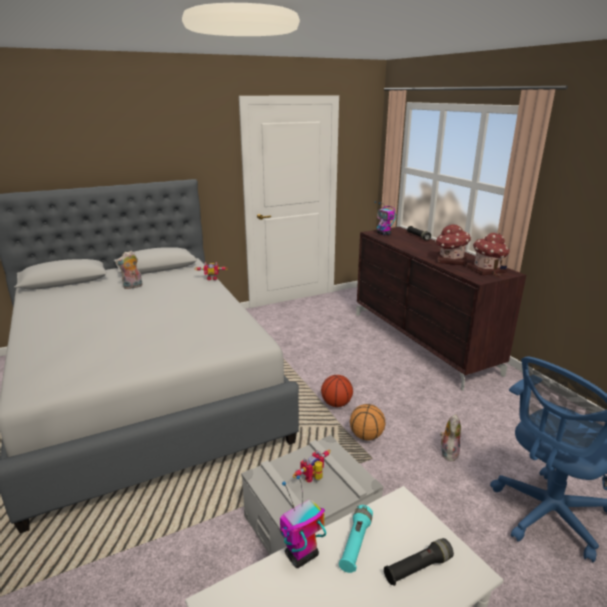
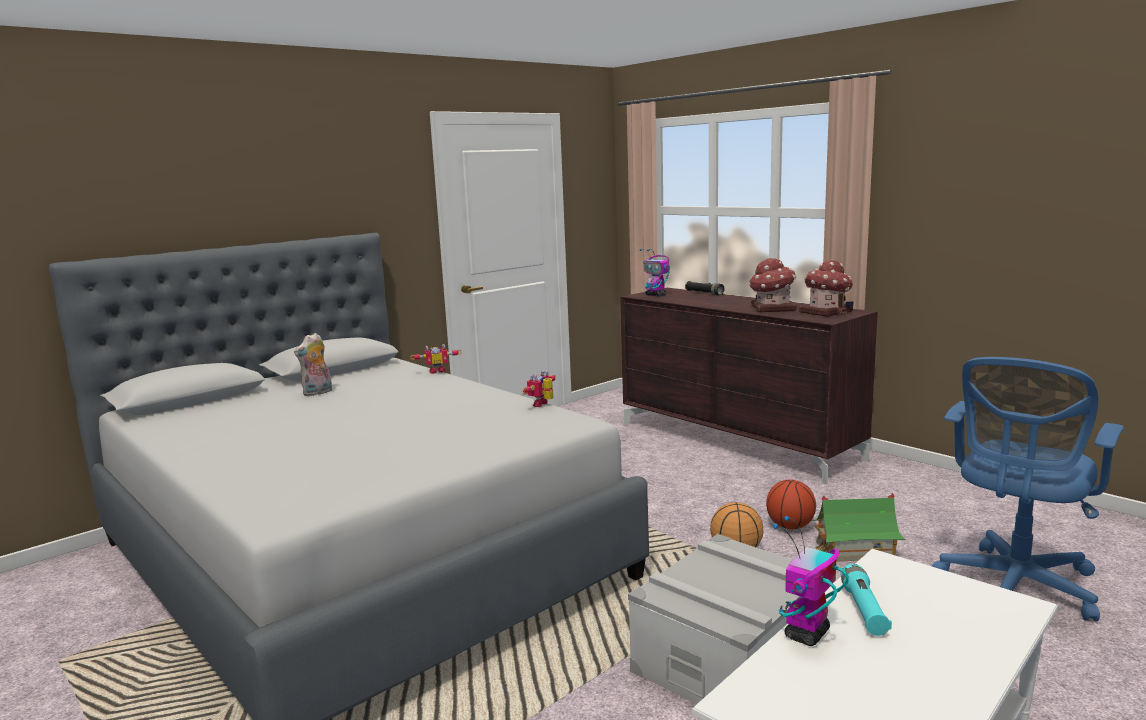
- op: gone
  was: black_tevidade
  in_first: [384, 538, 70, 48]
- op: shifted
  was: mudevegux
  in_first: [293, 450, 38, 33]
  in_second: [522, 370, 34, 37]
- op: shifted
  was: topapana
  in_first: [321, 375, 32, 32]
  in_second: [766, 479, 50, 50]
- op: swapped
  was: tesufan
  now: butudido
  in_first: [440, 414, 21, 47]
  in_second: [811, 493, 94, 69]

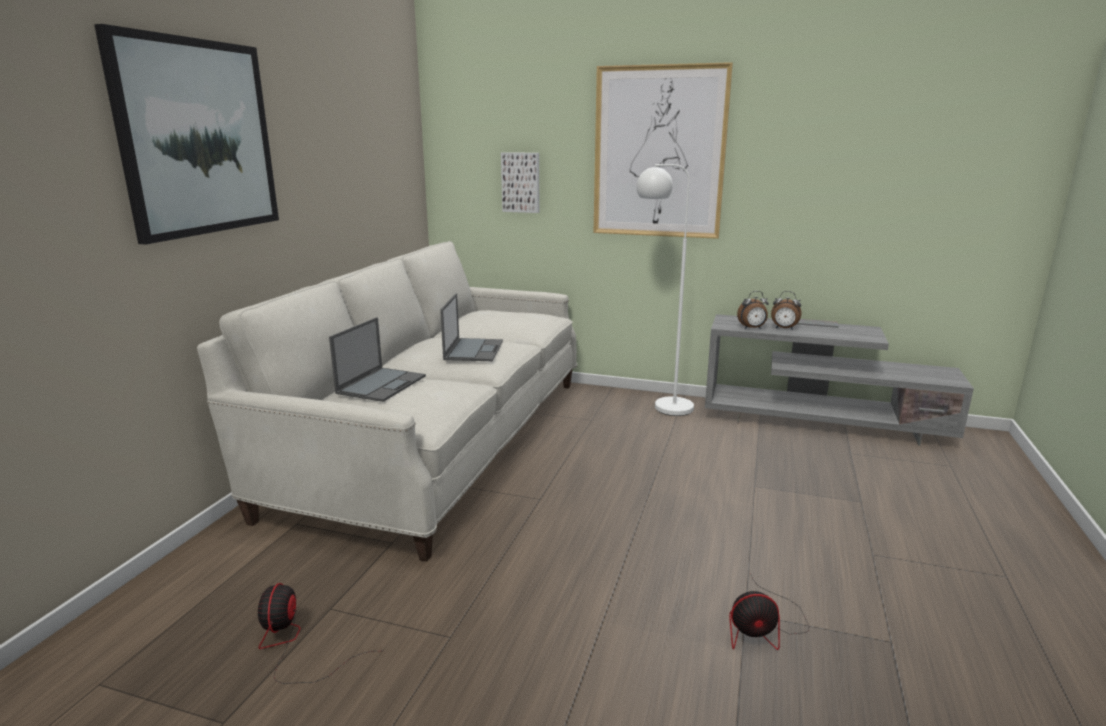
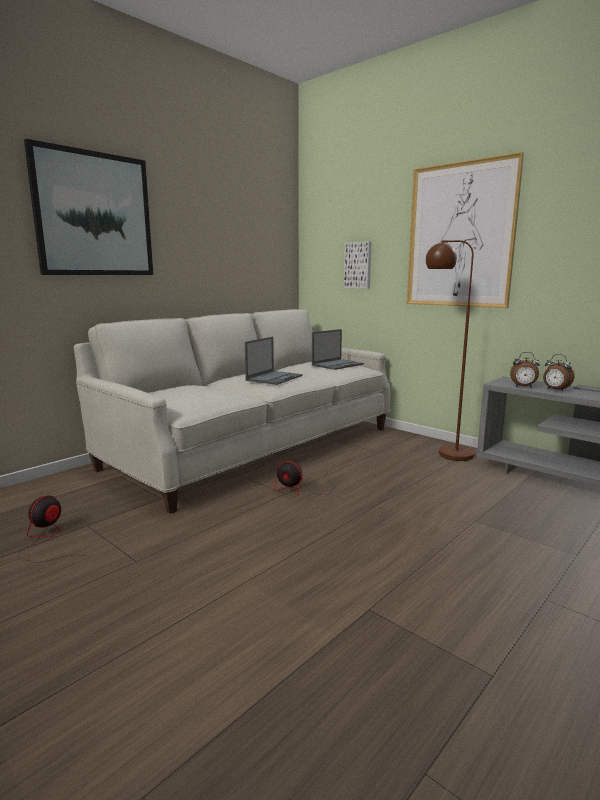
- op: shifted
  was: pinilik
  in_first: [329, 317, 97, 85]
  in_second: [312, 329, 52, 41]
- op: shifted
  was: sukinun
  in_first: [729, 575, 80, 75]
  in_second: [274, 461, 61, 35]
- op: repainted
  was: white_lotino
  now: brown_lotino
  in_first: [637, 164, 57, 252]
  in_second: [426, 240, 48, 221]

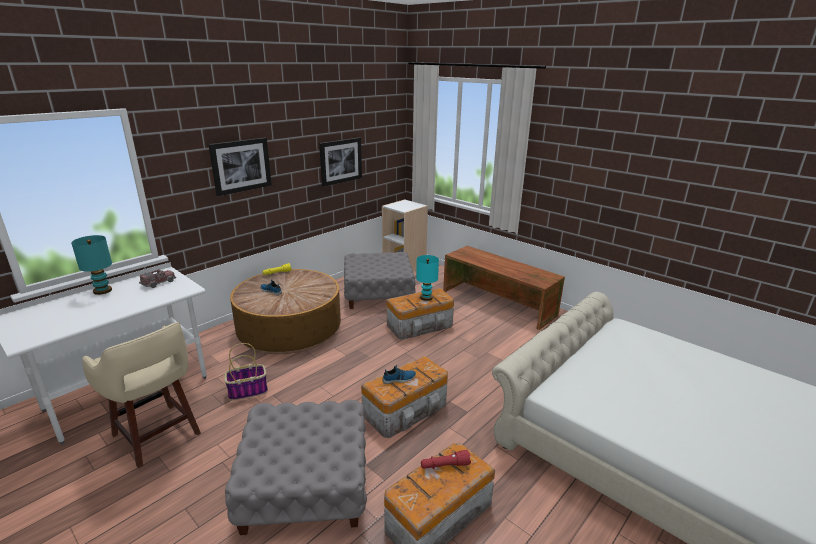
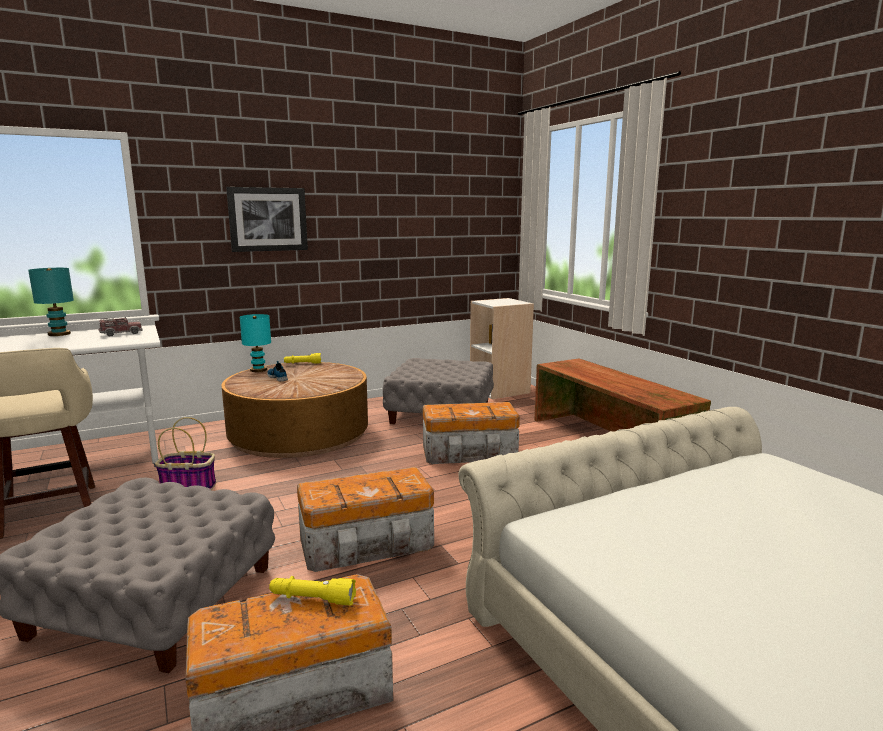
- op: gone
  was: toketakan
  in_first: [319, 137, 43, 50]
- op: gone
  was: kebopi
  in_first: [382, 366, 34, 18]
- op: shifted
  was: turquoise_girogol
  in_first: [416, 255, 23, 46]
  in_second: [240, 314, 31, 58]
- op: repainted
  was: red_tevidade
  now: yellow_tevidade
  in_first: [421, 450, 50, 19]
  in_second: [269, 576, 87, 30]

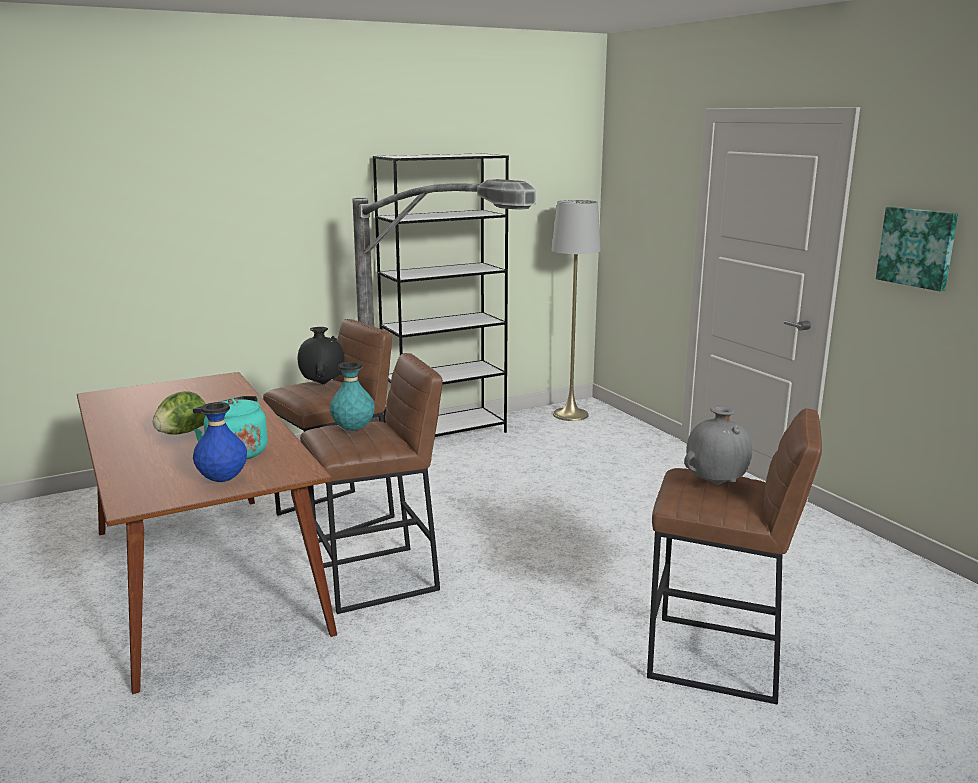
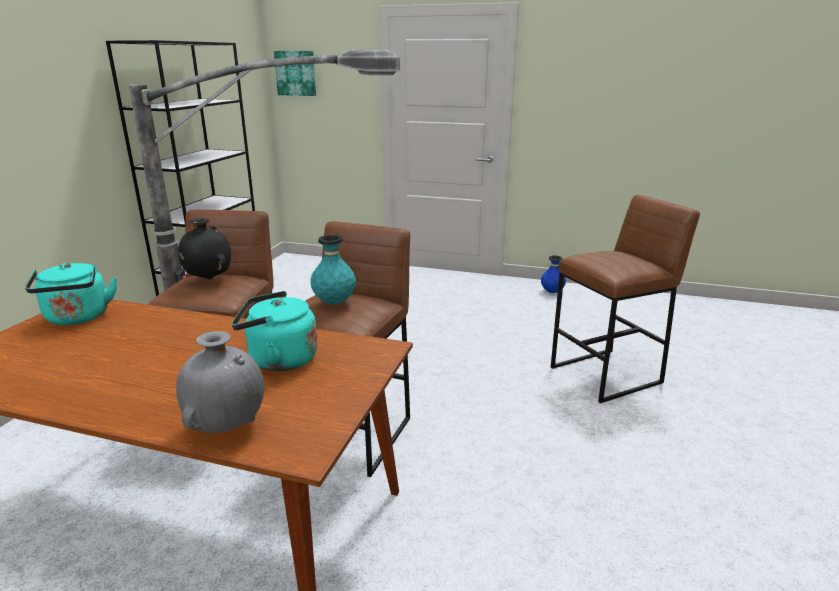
- op: gone
  was: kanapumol
  in_first: [153, 391, 53, 44]
- op: gone
  was: grey_lotino
  in_first: [552, 200, 49, 221]
- op: new
  now: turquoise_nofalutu
  in_second: [25, 263, 92, 62]
- op: shifted
  was: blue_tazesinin
  in_first: [193, 402, 54, 80]
  in_second: [541, 255, 25, 38]
- op: shifted
  was: grey_tazesinin
  in_first: [684, 406, 68, 79]
  in_second: [176, 331, 88, 102]
- op: shifted
  was: toketakan
  in_first: [876, 207, 82, 84]
  in_second: [274, 51, 42, 45]

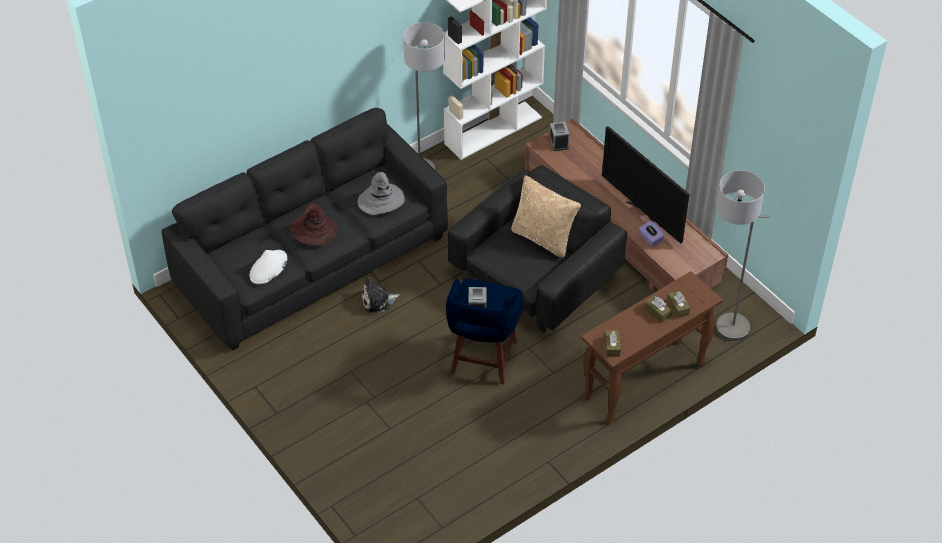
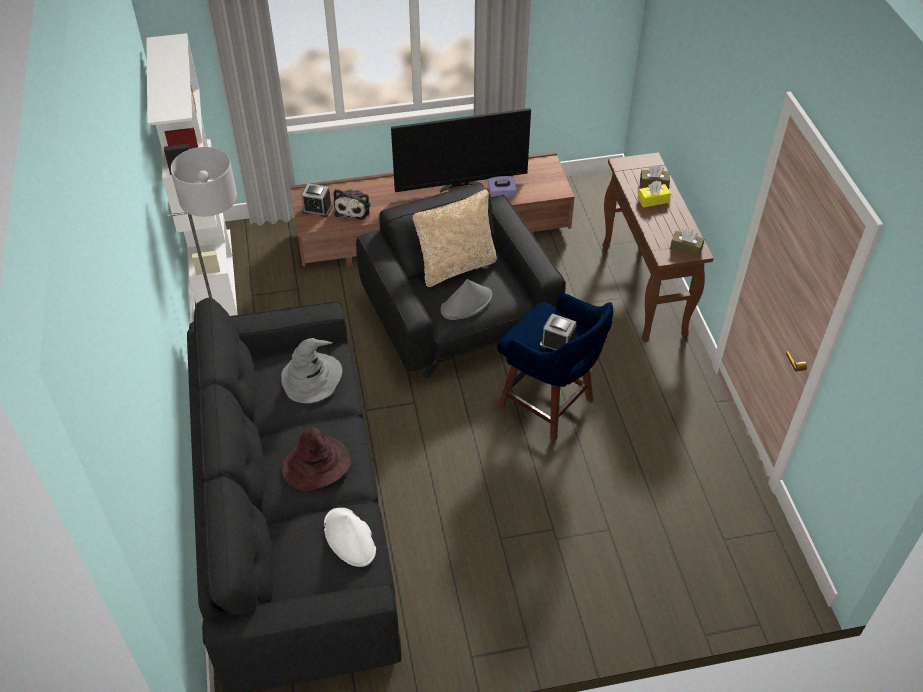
- op: gone
  was: grey_lotino
  in_first: [716, 170, 54, 171]
- op: new
  now: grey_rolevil
  in_second: [441, 279, 52, 41]
- op: shifted
  was: tesufan
  in_first: [361, 277, 39, 37]
  in_second: [333, 189, 38, 31]
- op: repainted
  was: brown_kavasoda
  now: yellow_kavasoda
  in_first: [644, 295, 28, 28]
  in_second: [638, 181, 33, 27]

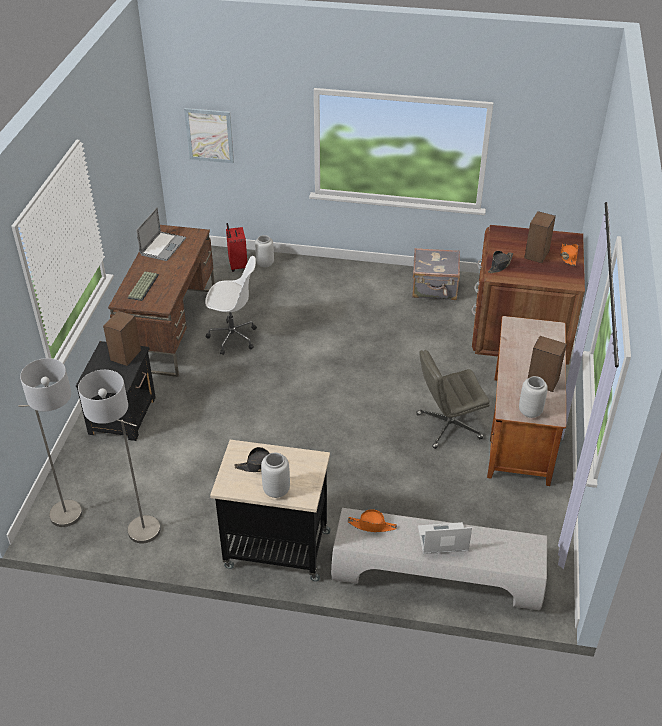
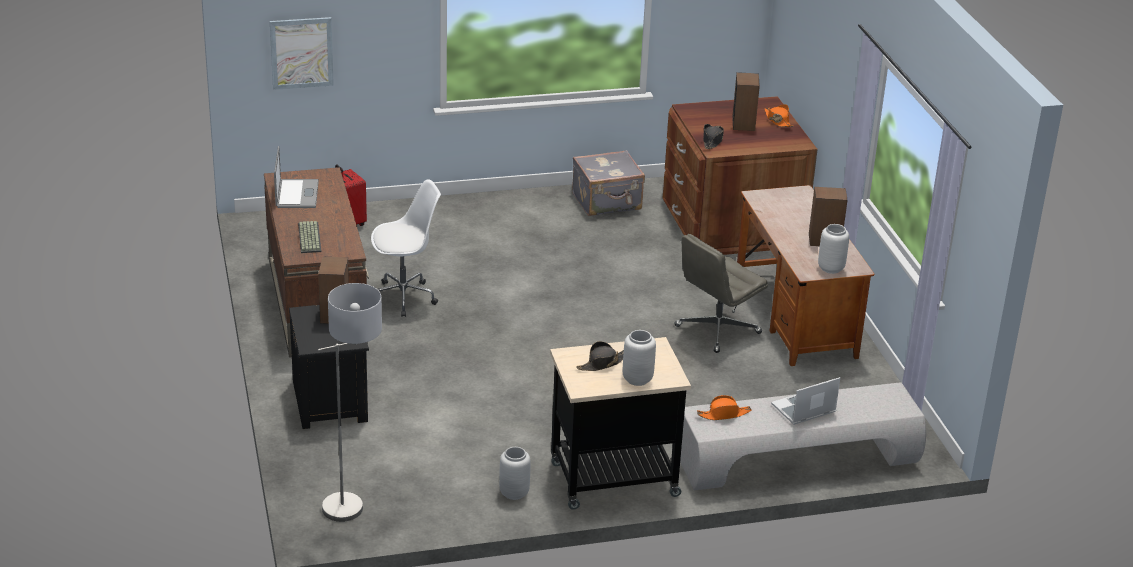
- op: gone
  was: grey_lotino
  in_first: [78, 370, 83, 174]
- op: shifted
  was: grey_tazesinin
  in_first: [255, 235, 19, 32]
  in_second: [499, 447, 32, 53]

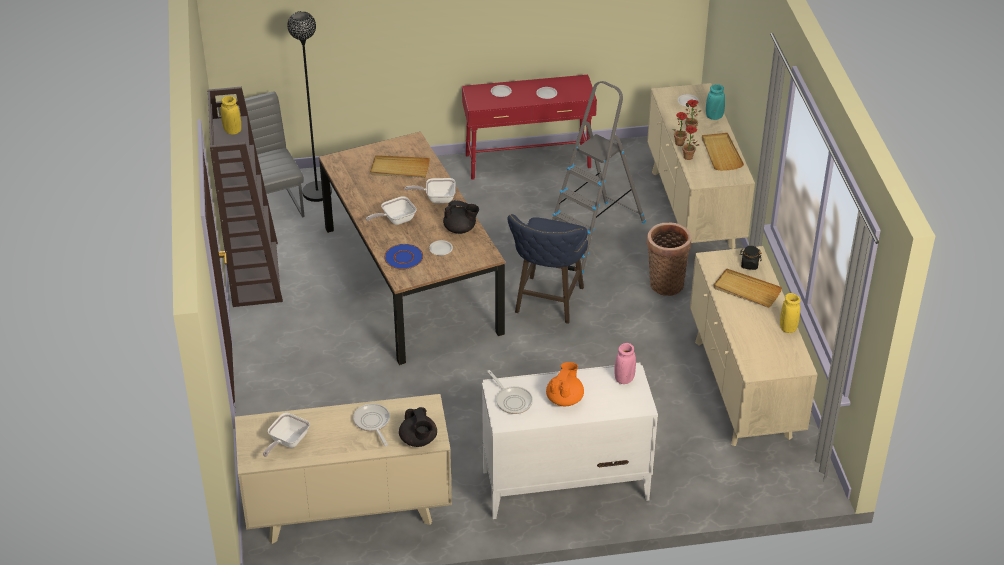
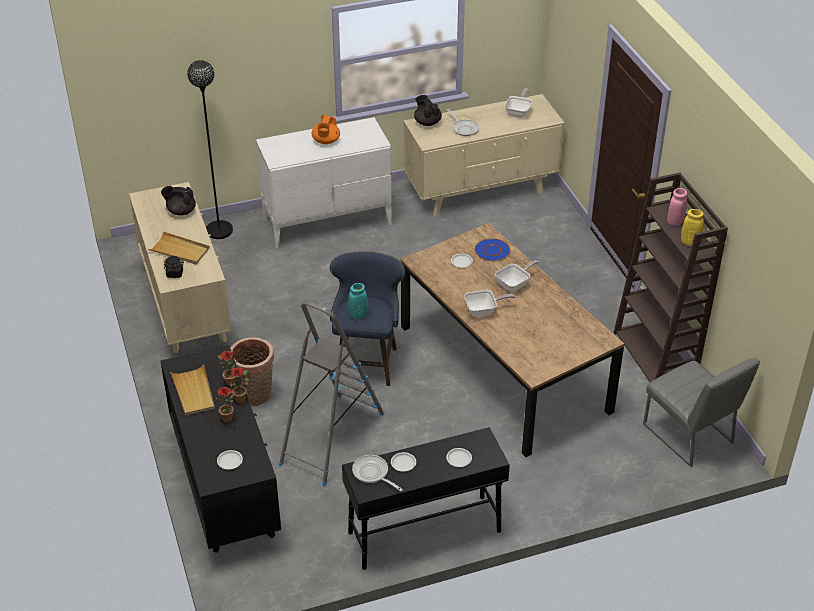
- op: gone
  was: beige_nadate
  in_first: [370, 155, 60, 23]
- op: gone
  was: yellow_tazesinin
  in_first: [780, 293, 21, 40]
- op: shifted
  was: black_lotino
  in_first: [287, 11, 45, 191]
  in_second: [187, 60, 46, 179]
- op: shifted
  was: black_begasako
  in_first: [443, 200, 36, 34]
  in_second: [161, 186, 35, 30]
- op: shifted
  was: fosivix
  in_first: [487, 370, 46, 44]
  in_second: [352, 455, 51, 36]
- op: shifted
  was: pink_tazesinin
  in_first: [614, 343, 22, 41]
  in_second: [667, 188, 20, 38]
- op: shifted
  was: turquoise_tazesinin
  in_first: [706, 84, 19, 36]
  in_second: [348, 283, 20, 36]
- op: repainted
  was: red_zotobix
  now: black_zotobix
  in_first: [462, 75, 135, 105]
  in_second: [342, 427, 168, 143]
- op: repainted
  was: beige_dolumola
  now: black_dolumola
  in_first: [647, 83, 108, 166]
  in_second: [160, 345, 121, 208]

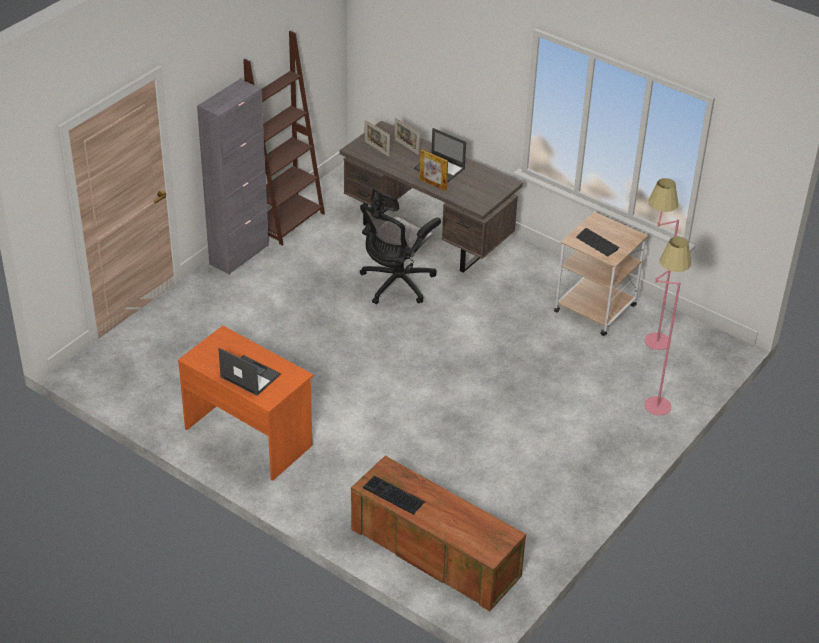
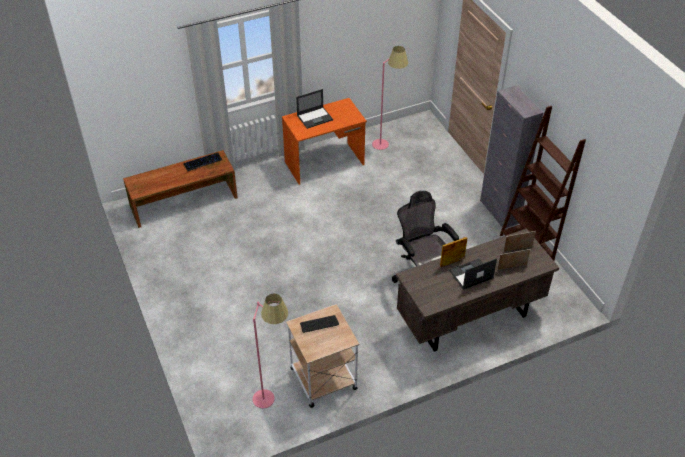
- op: shifted
  was: pink_lotino
  in_first: [644, 236, 47, 179]
  in_second: [372, 46, 36, 104]

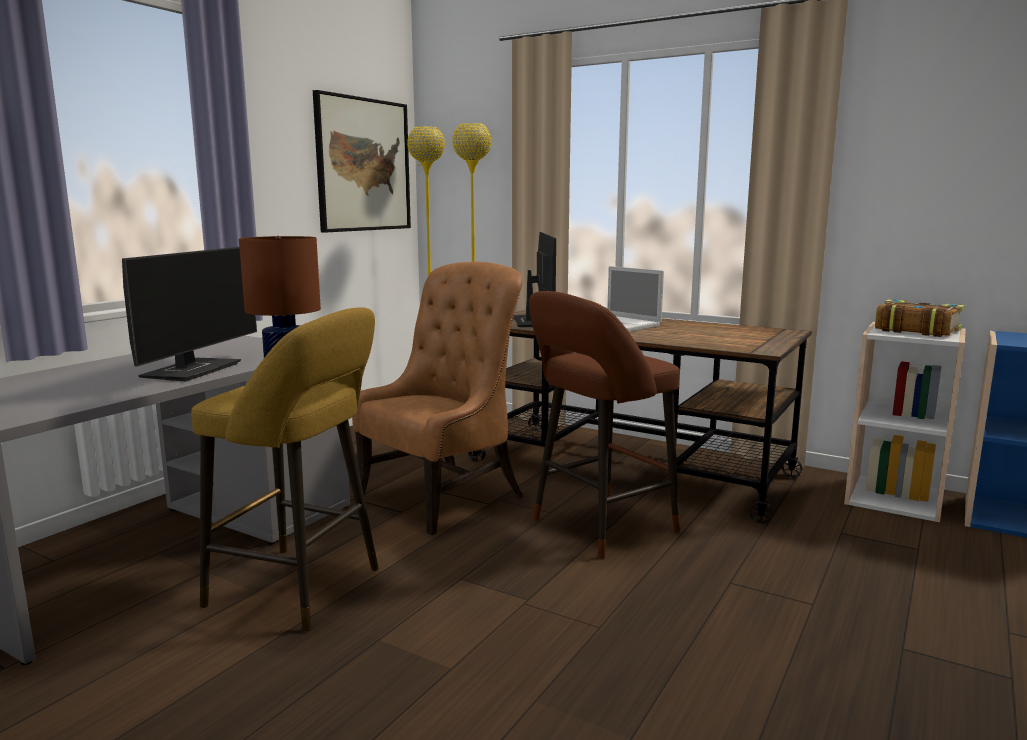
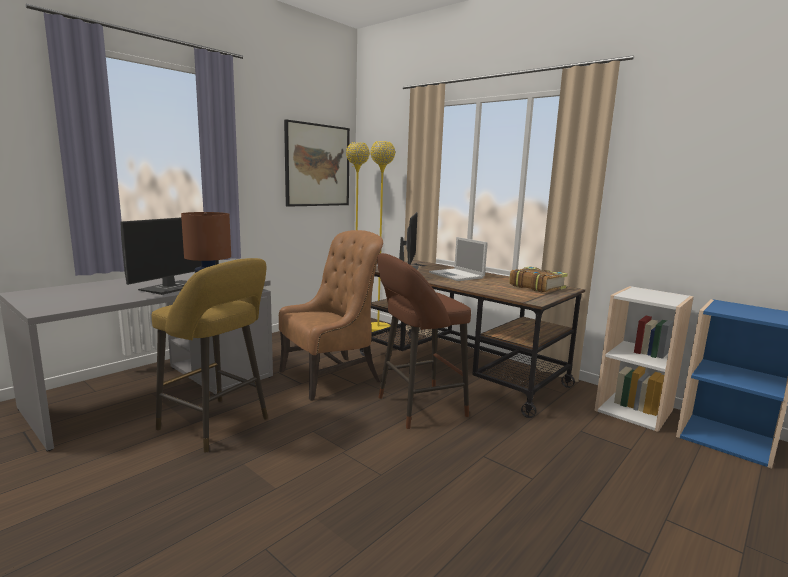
- op: shifted
  was: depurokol
  in_first: [875, 299, 90, 38]
  in_second: [509, 266, 59, 26]

